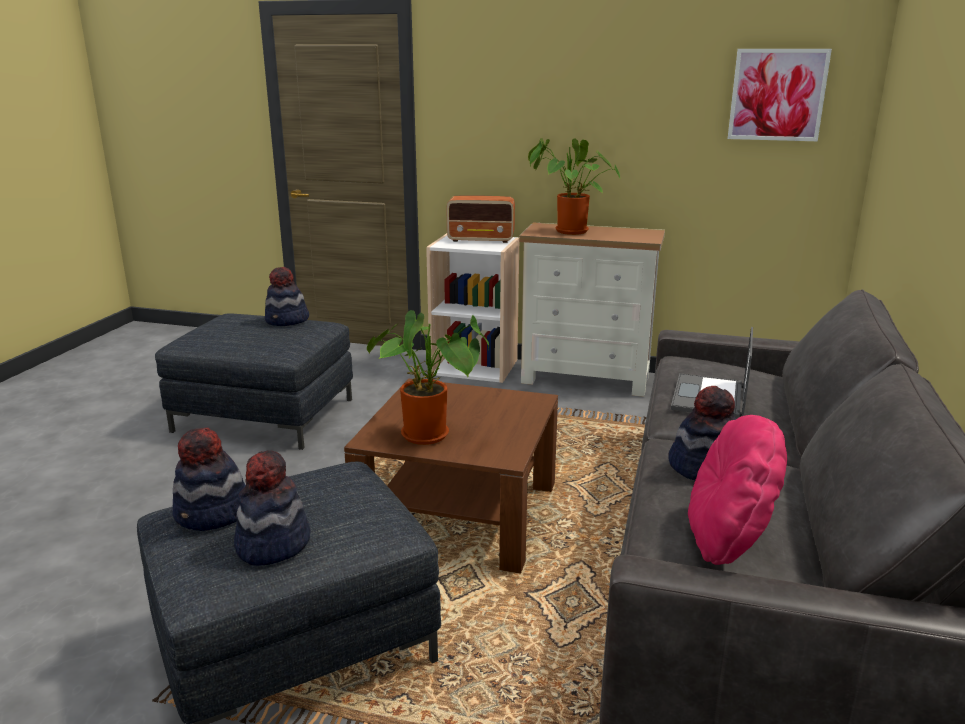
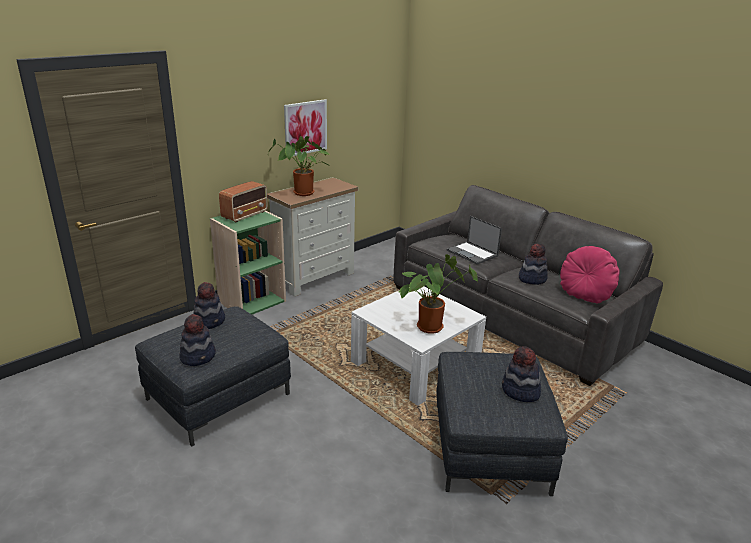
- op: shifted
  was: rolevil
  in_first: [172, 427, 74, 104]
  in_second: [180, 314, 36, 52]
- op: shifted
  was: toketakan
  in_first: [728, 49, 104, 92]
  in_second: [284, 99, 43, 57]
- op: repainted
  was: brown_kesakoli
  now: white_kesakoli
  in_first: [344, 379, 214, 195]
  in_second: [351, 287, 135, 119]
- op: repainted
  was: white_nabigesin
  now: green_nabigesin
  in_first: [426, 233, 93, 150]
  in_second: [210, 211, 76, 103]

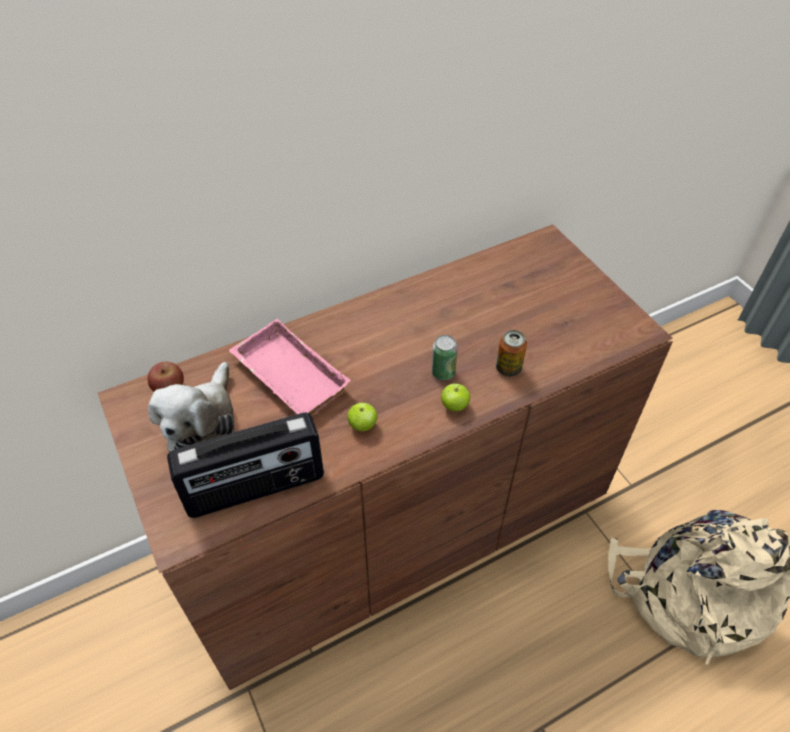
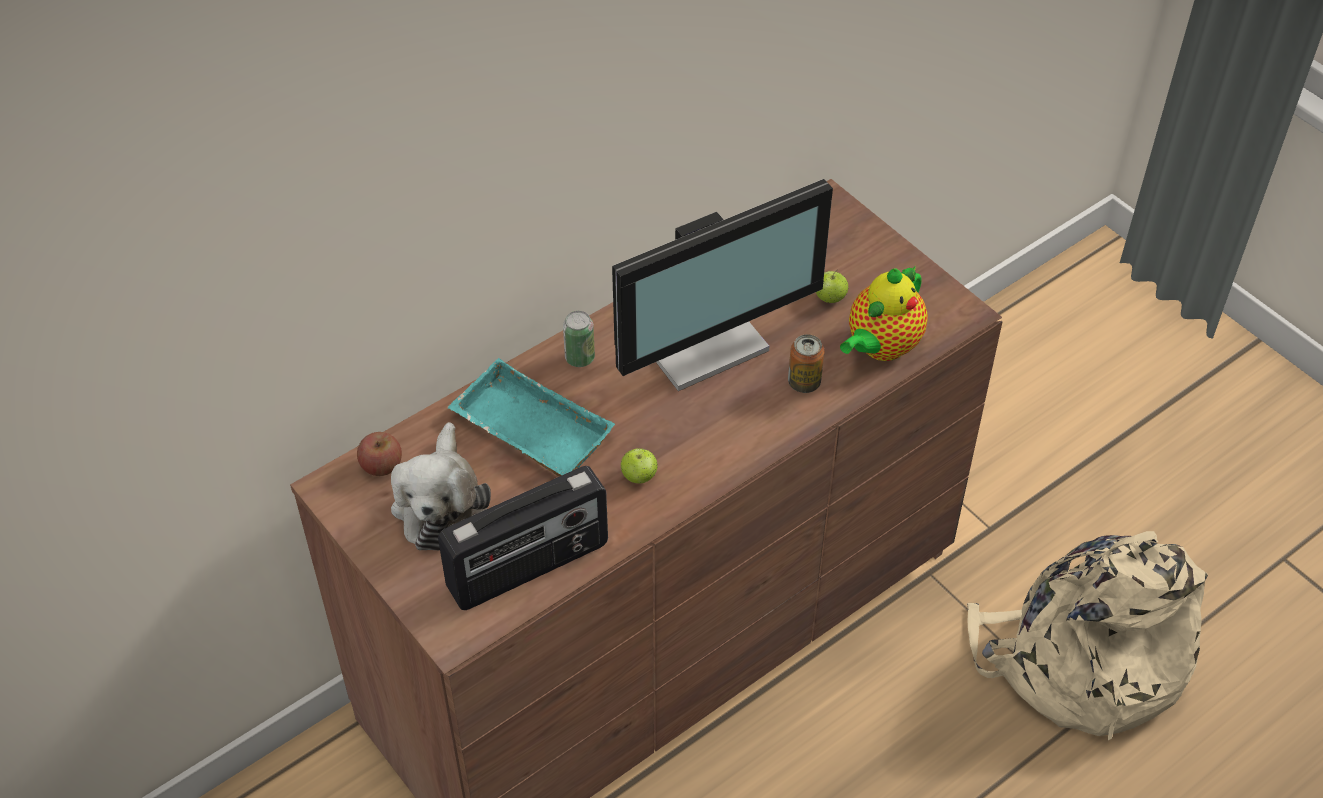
- op: new
  now: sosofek
  in_second: [612, 179, 221, 212]
- op: new
  now: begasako
  in_second: [840, 265, 88, 96]
- op: shifted
  was: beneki
  in_first: [431, 335, 27, 45]
  in_second: [563, 311, 32, 56]
- op: shifted
  was: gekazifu
  in_first: [441, 383, 29, 28]
  in_second: [816, 270, 32, 33]
- op: repainted
  was: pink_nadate
  now: turquoise_nadate
  in_first: [229, 319, 122, 96]
  in_second: [448, 358, 167, 119]

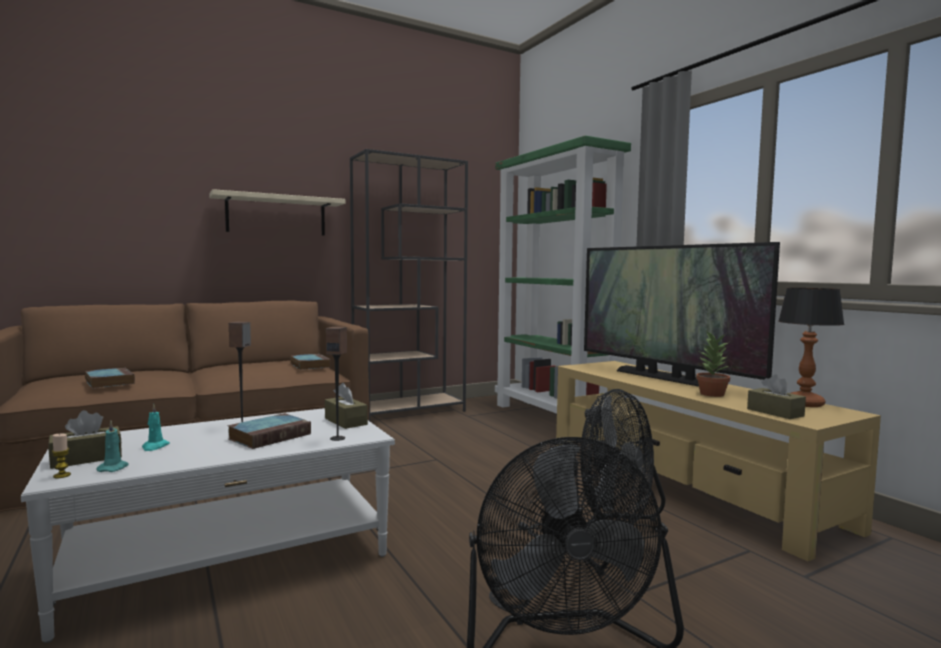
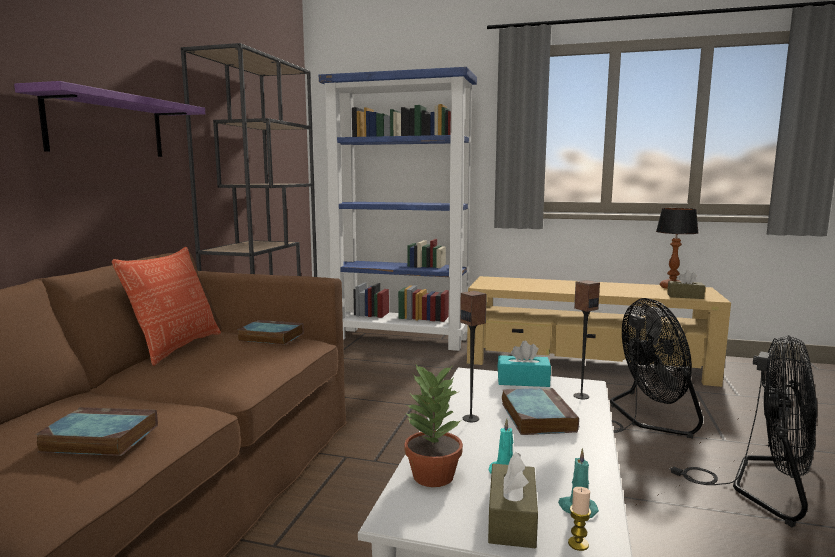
- op: gone
  was: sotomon
  in_first: [584, 242, 196, 145]
- op: new
  now: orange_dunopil
  in_second: [112, 247, 109, 119]
- op: shifted
  was: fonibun
  in_first: [696, 332, 34, 65]
  in_second: [405, 363, 58, 124]
- op: repainted
  was: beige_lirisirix
  now: purple_lirisirix
  in_first: [209, 189, 136, 47]
  in_second: [14, 81, 191, 76]
- op: repainted
  was: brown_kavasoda
  now: turquoise_kavasoda
  in_first: [325, 383, 43, 46]
  in_second: [497, 341, 54, 46]
- op: repainted
  was: green_nabigesin
  now: blue_nabigesin
  in_first: [495, 135, 136, 279]
  in_second: [319, 67, 158, 284]

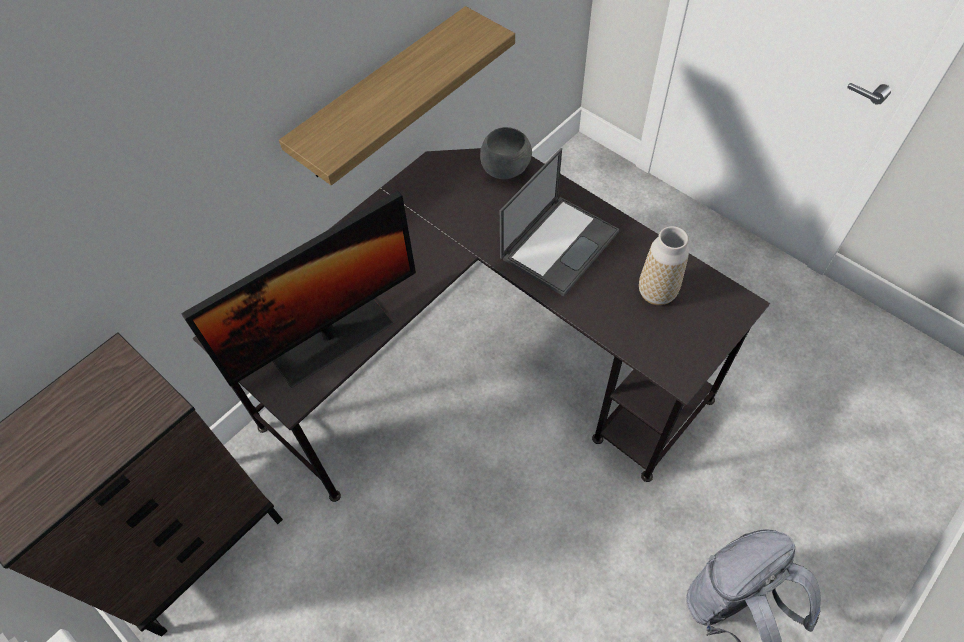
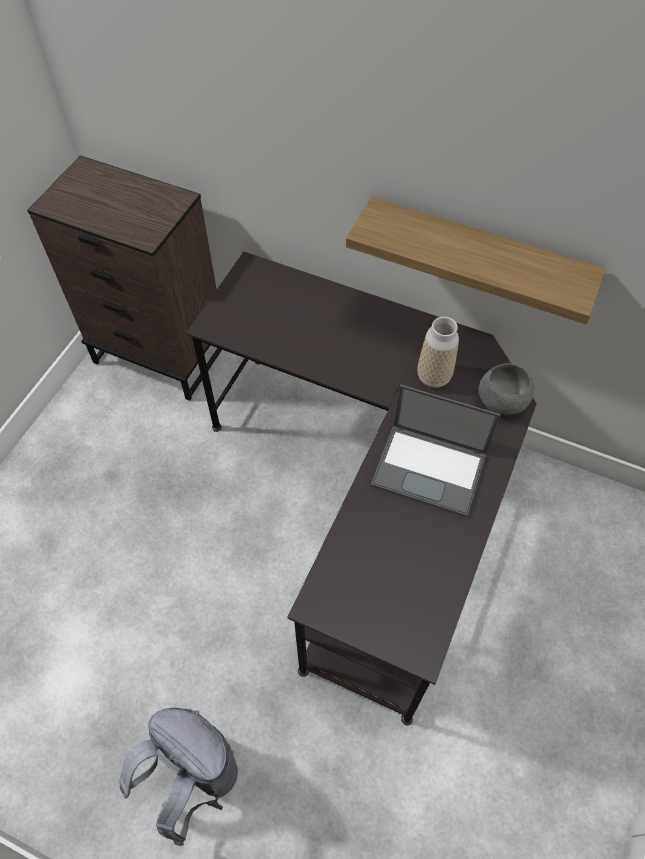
- op: gone
  was: sosofek
  in_first: [182, 191, 234, 197]
- op: shifted
  was: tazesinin
  in_first: [639, 226, 50, 79]
  in_second: [417, 317, 42, 71]

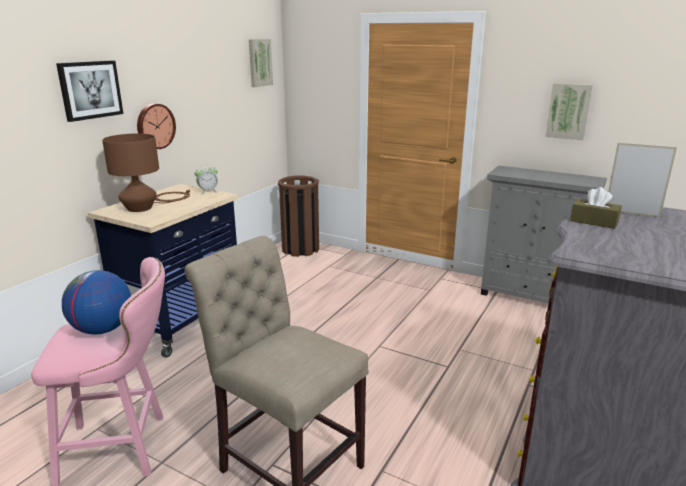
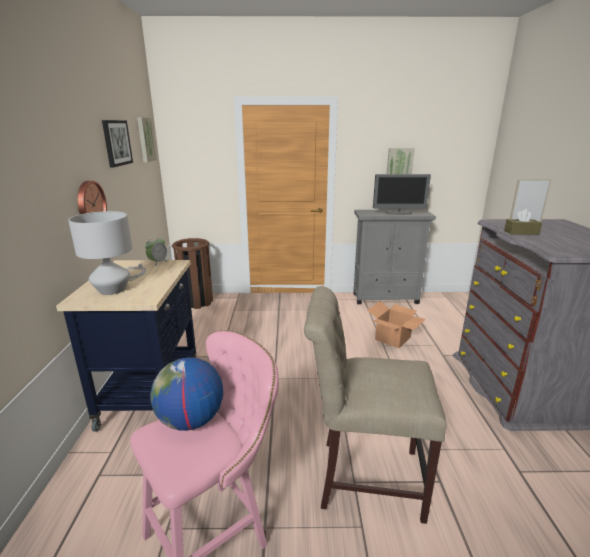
- op: new
  now: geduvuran
  in_second: [367, 301, 59, 47]
- op: new
  now: sosofek
  in_second: [373, 174, 58, 41]
- op: shifted
  was: toketakan
  in_first: [56, 60, 67, 62]
  in_second: [102, 120, 31, 47]
- op: repainted
  was: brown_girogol
  now: grey_girogol
  in_first: [102, 133, 88, 79]
  in_second: [68, 211, 79, 84]

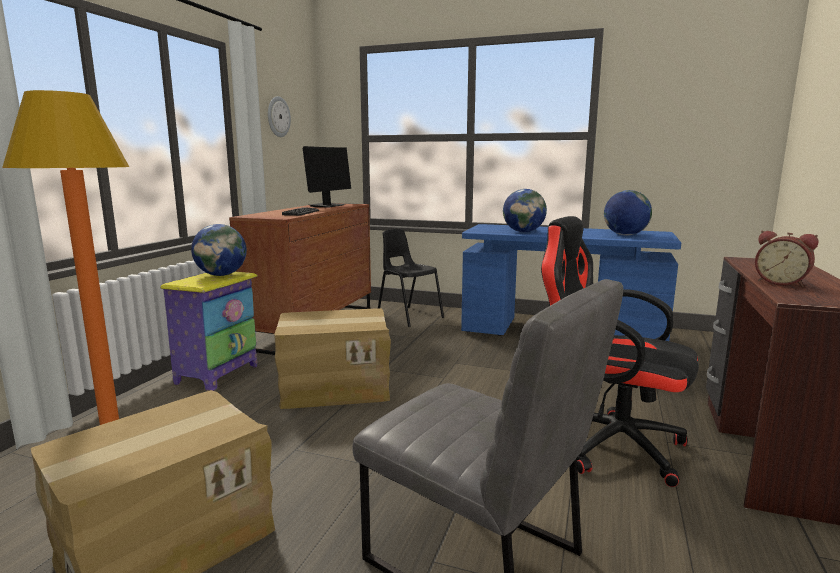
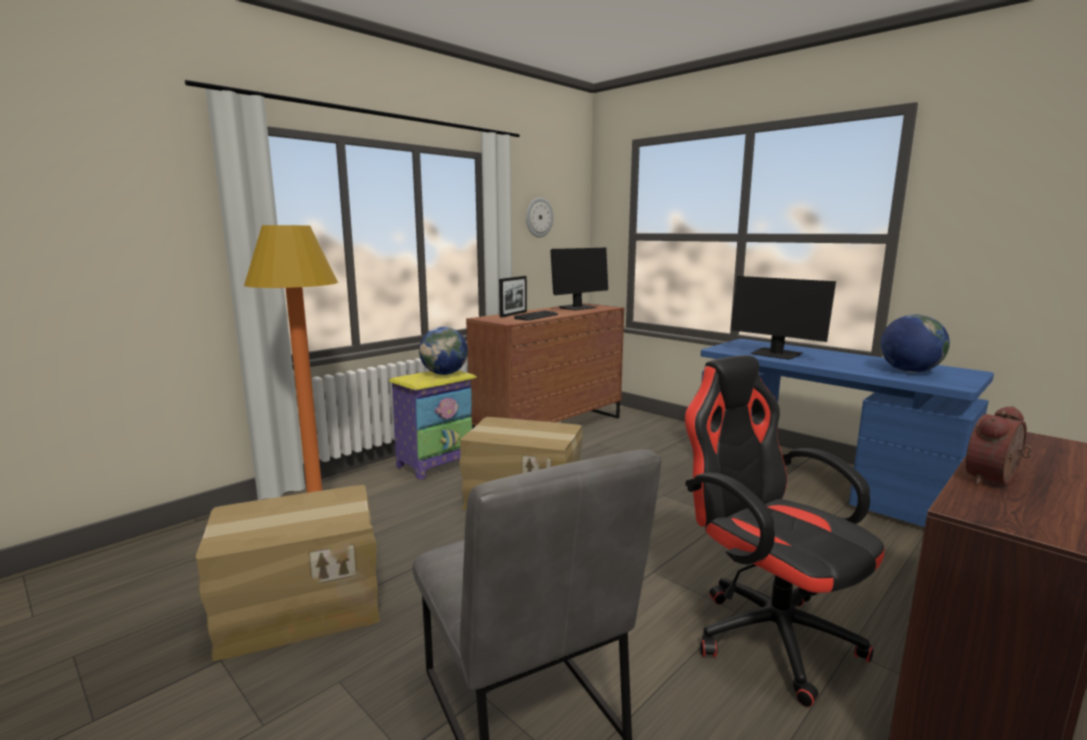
- op: gone
  was: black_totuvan
  in_first: [378, 229, 66, 98]
- op: new
  now: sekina
  in_second: [499, 276, 28, 42]
- op: swapped
  was: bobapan
  now: sosofek
  in_first: [503, 189, 44, 43]
  in_second: [730, 276, 106, 84]
- op: rotated
  was: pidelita
  in_first: [755, 231, 64, 56]
  in_second: [966, 406, 66, 79]
  clockwise: 75

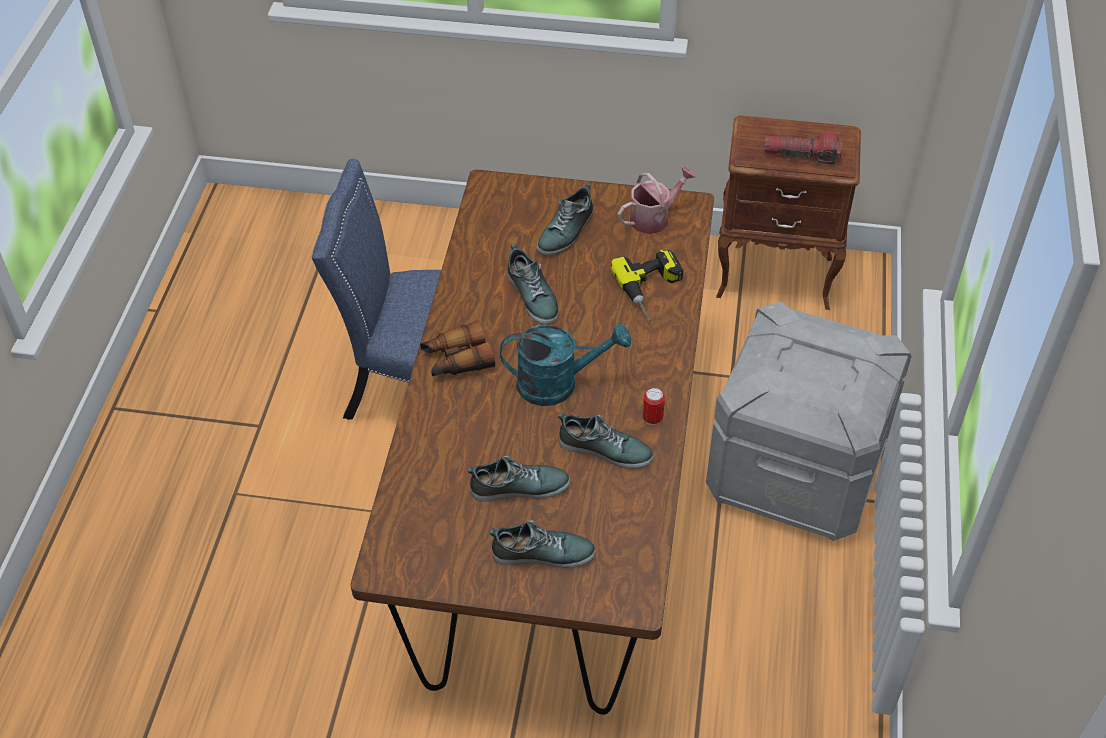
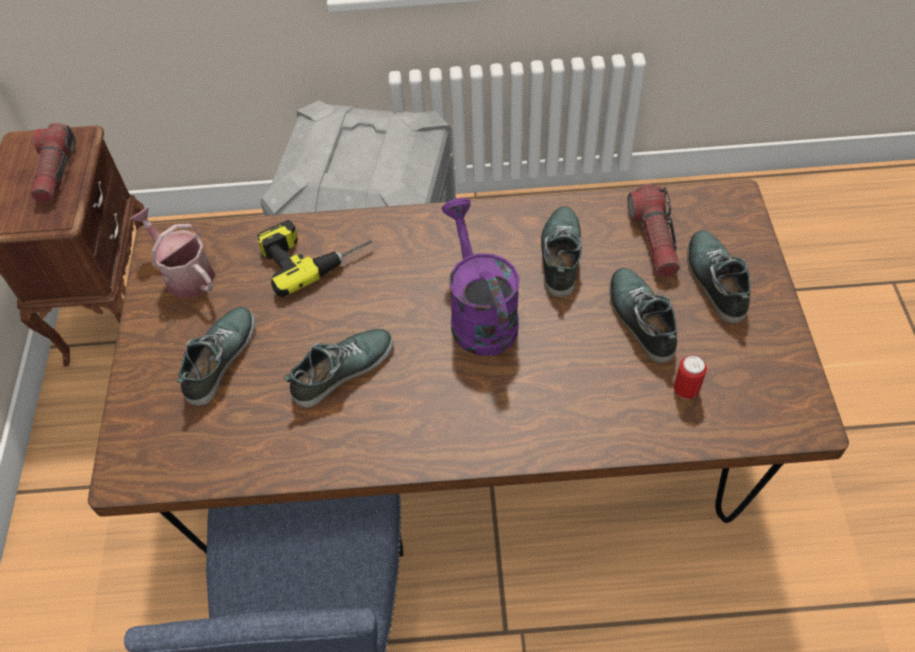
- op: gone
  was: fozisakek
  in_first: [420, 320, 75, 56]
- op: new
  now: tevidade
  in_second: [627, 184, 53, 93]
- op: shifted
  was: beneki
  in_first: [643, 388, 22, 37]
  in_second: [674, 355, 33, 44]
- op: repainted
  was: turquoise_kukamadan
  now: purple_kukamadan
  in_first: [500, 323, 131, 83]
  in_second: [442, 198, 77, 158]
- op: rotated
  was: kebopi
  in_first: [536, 183, 57, 73]
  in_second: [176, 307, 79, 99]
  clockwise: -90

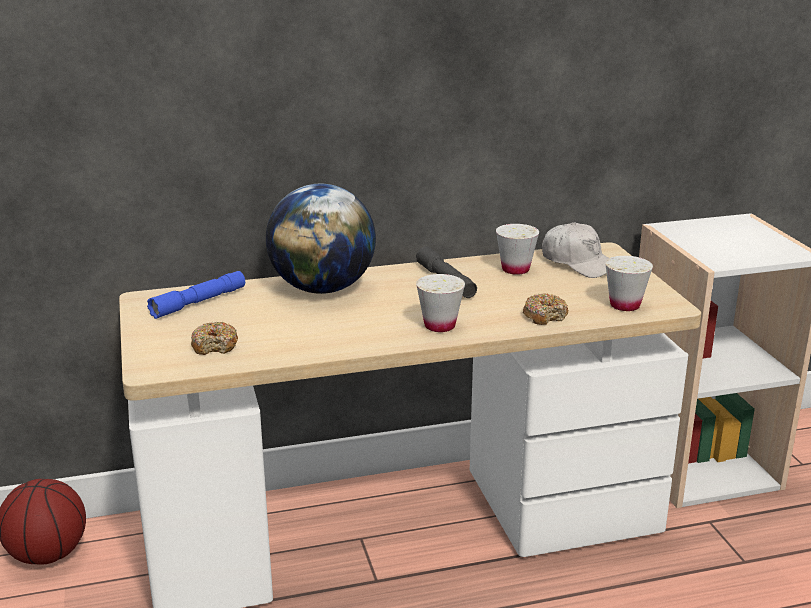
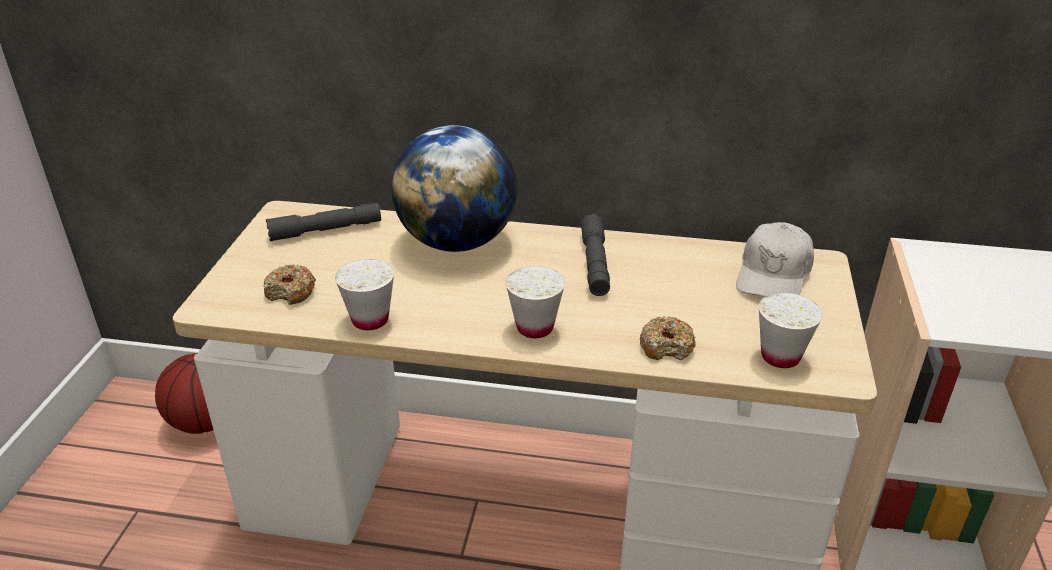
- op: shifted
  was: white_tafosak
  in_first: [496, 224, 43, 51]
  in_second: [335, 259, 59, 71]
- op: repainted
  was: blue_tevidade
  now: grey_tevidade
  in_first: [147, 271, 98, 48]
  in_second: [266, 203, 115, 38]
- op: rotated
  was: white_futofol
  in_first: [542, 223, 67, 55]
  in_second: [736, 222, 78, 75]
  clockwise: 45

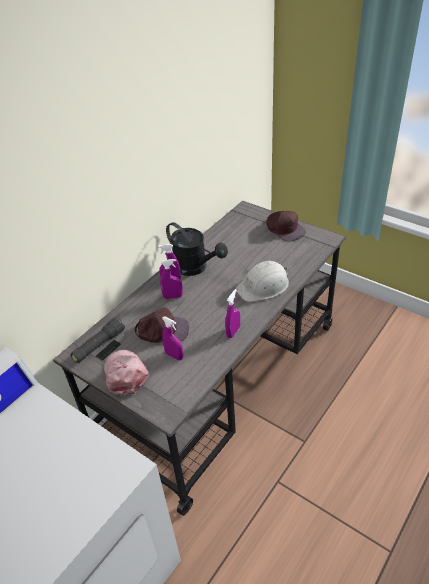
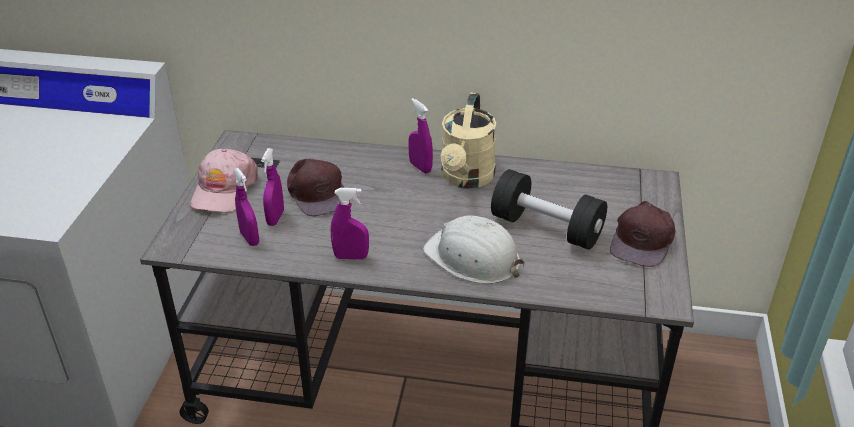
- op: gone
  was: black_tevidade
  in_first: [70, 318, 55, 45]
- op: new
  now: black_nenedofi
  in_second: [491, 169, 116, 81]
- op: shifted
  was: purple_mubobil
  in_first: [160, 259, 23, 40]
  in_second: [233, 168, 26, 78]
- op: repainted
  was: black_kukamadan
  now: beige_kukamadan
  in_first: [166, 222, 62, 54]
  in_second: [441, 92, 55, 97]
- op: rotated
  was: pink_futofol
  in_first: [104, 350, 45, 46]
  in_second: [191, 149, 67, 64]
  clockwise: 150

